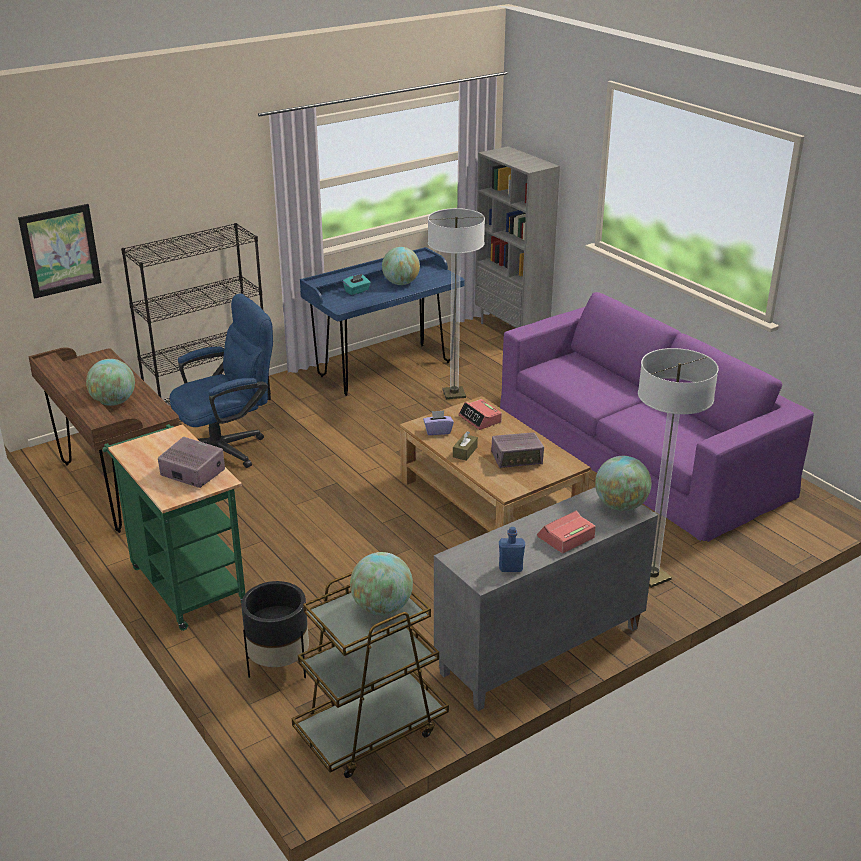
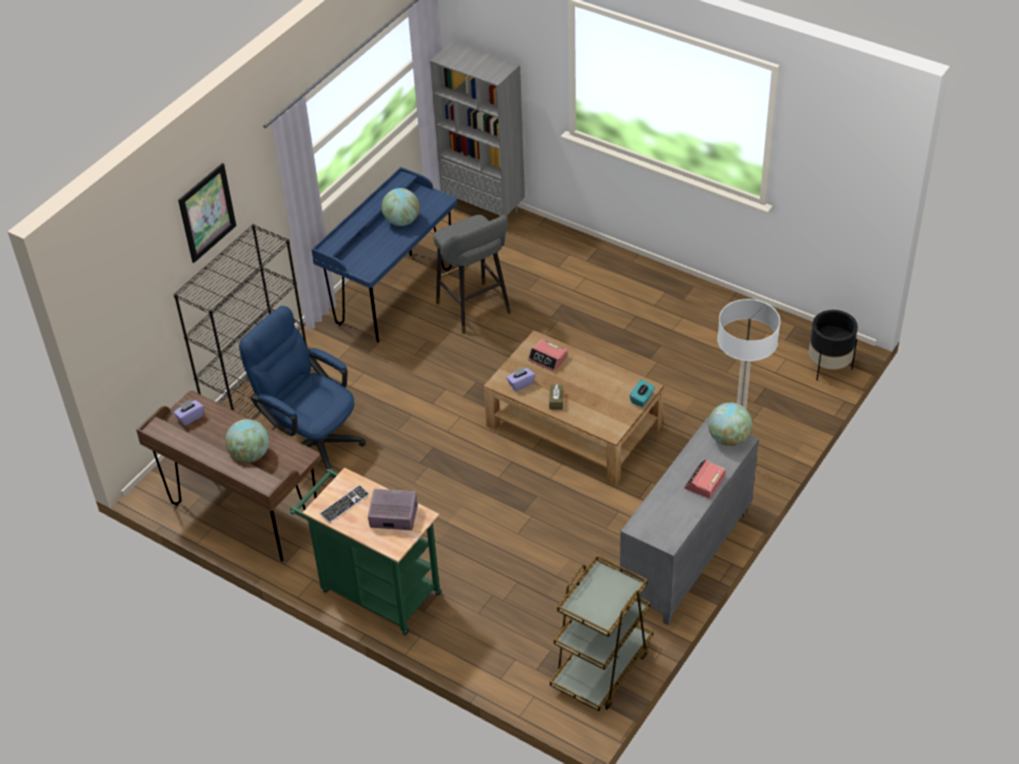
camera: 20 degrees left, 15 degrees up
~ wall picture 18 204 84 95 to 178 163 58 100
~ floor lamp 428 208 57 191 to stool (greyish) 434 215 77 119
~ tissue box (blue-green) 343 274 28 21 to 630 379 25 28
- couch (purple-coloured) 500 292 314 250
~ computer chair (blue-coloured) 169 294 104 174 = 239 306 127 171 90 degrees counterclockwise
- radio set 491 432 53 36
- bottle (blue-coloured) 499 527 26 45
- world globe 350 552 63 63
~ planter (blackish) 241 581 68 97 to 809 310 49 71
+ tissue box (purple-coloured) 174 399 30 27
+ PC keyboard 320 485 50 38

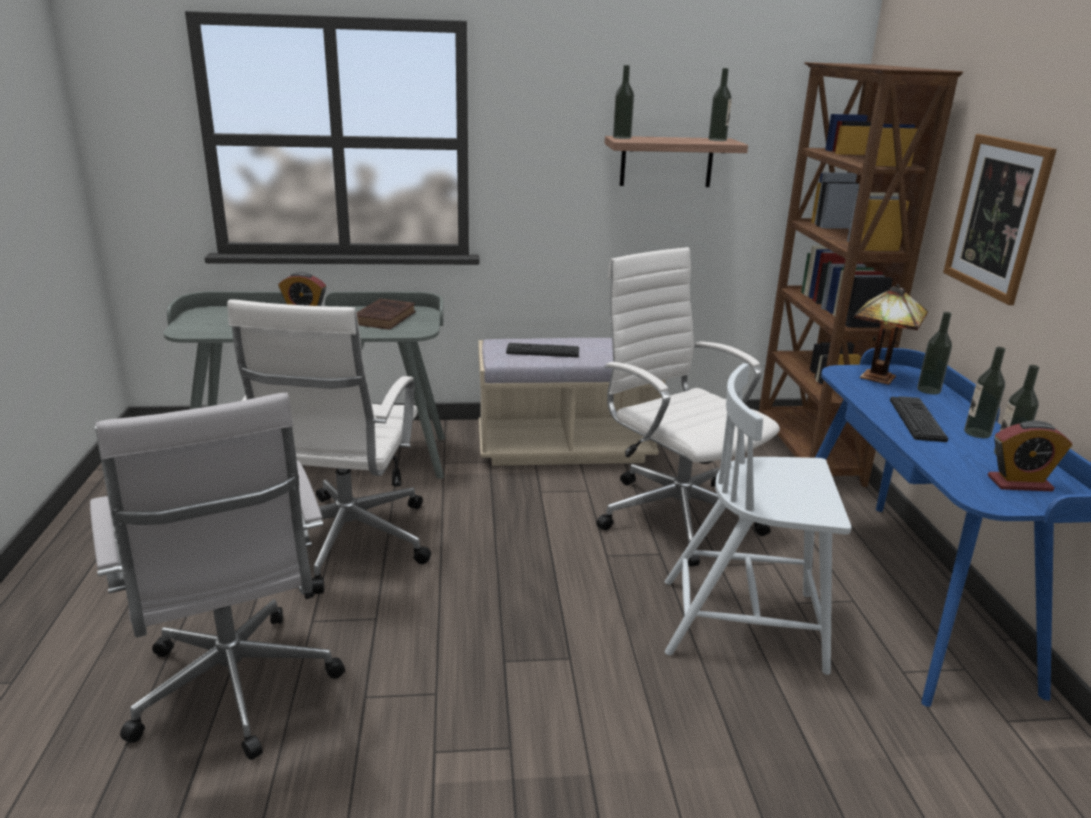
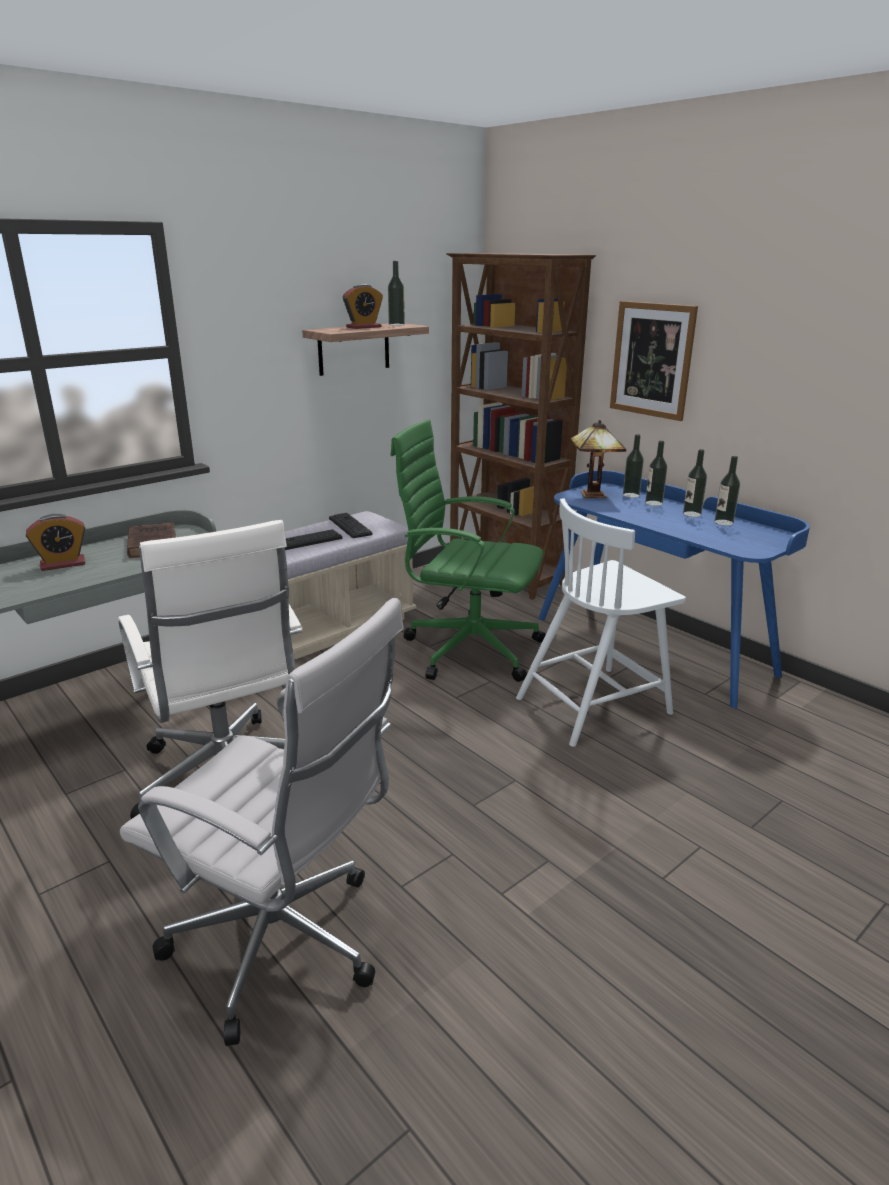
camera: 35 degrees left, 0 degrees up
~ bottle 613 65 21 74 to 645 441 22 65
~ computer chair (whitish) 596 247 184 319 to computer chair (green) 391 419 155 263
~ PC keyboard 890 396 58 46 to 329 513 44 25
~ table clock 988 420 85 71 to 343 284 40 45

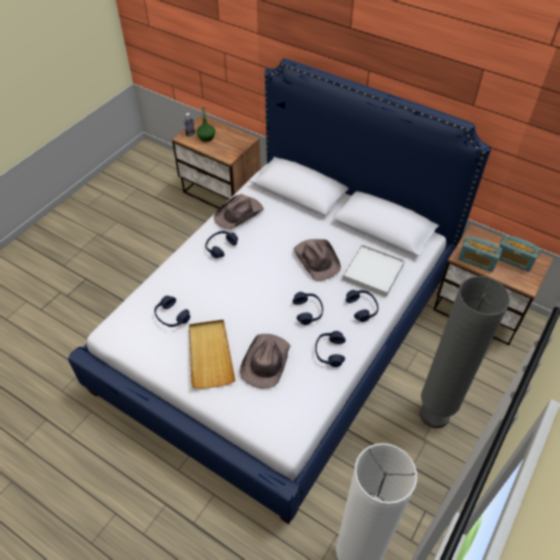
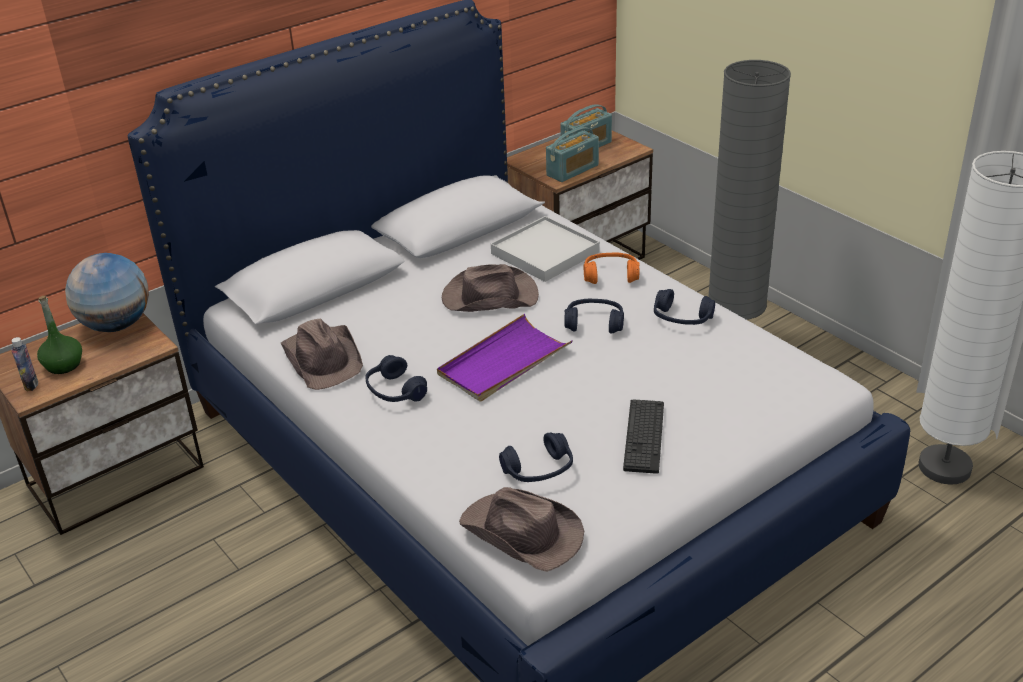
camera: 70 degrees left, 15 degrees down
~ headphones (blue-coloured) 346 290 33 32 to headphones (orange) 584 253 56 31
~ carrying tray (beige-coloured) 189 319 46 70 to PC keyboard 623 399 41 75
~ clothing hat (brown-coloured) 240 334 51 54 to 459 487 125 85
+ world globe 65 253 84 79
+ carrying tray (purple-coloured) 437 314 136 88

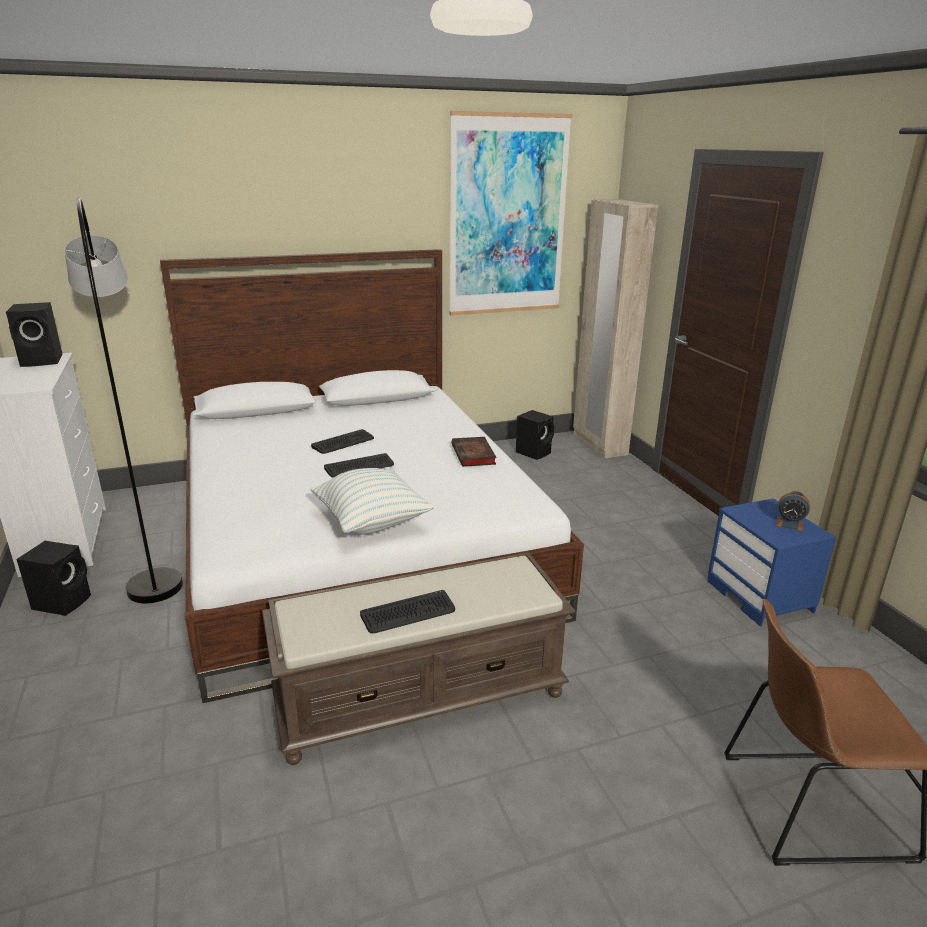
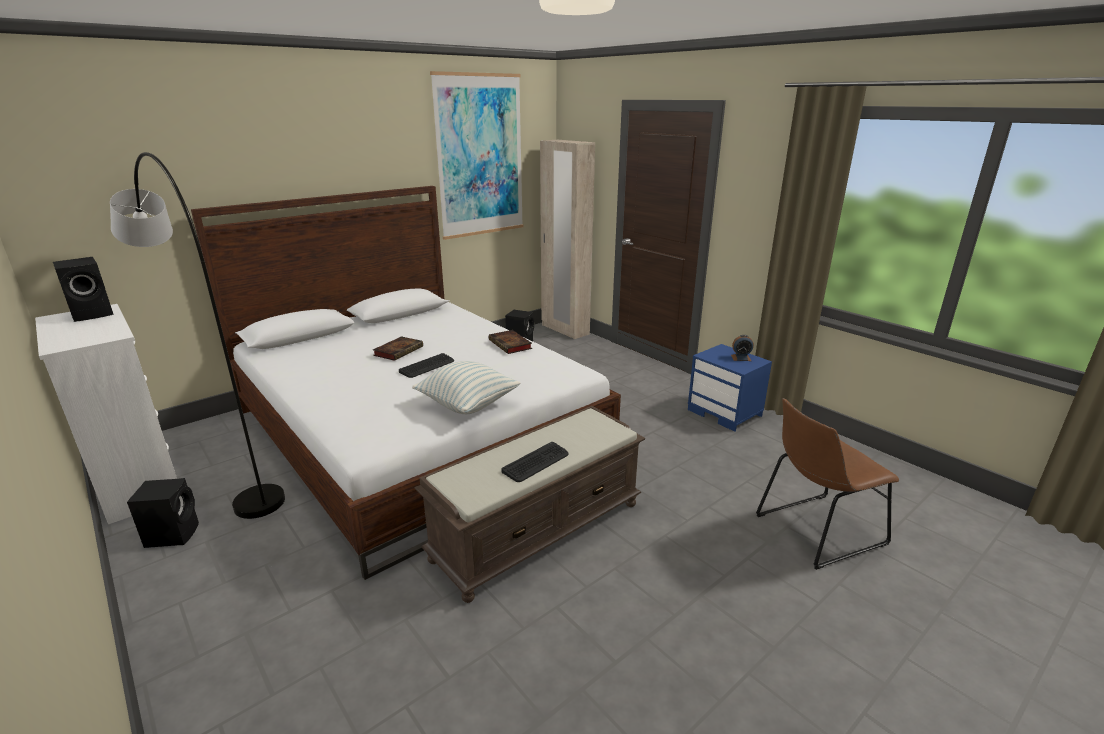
camera: 20 degrees left, 0 degrees up
~ PC keyboard 311 429 63 25 to bound book 373 336 50 25

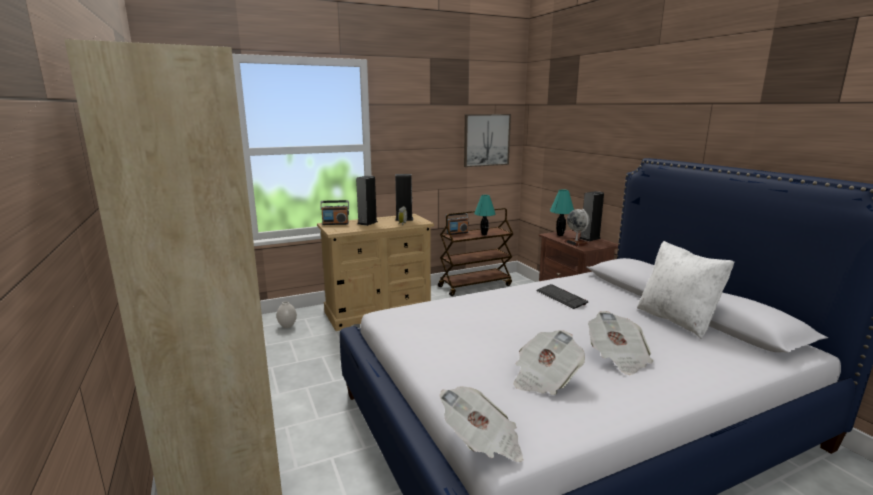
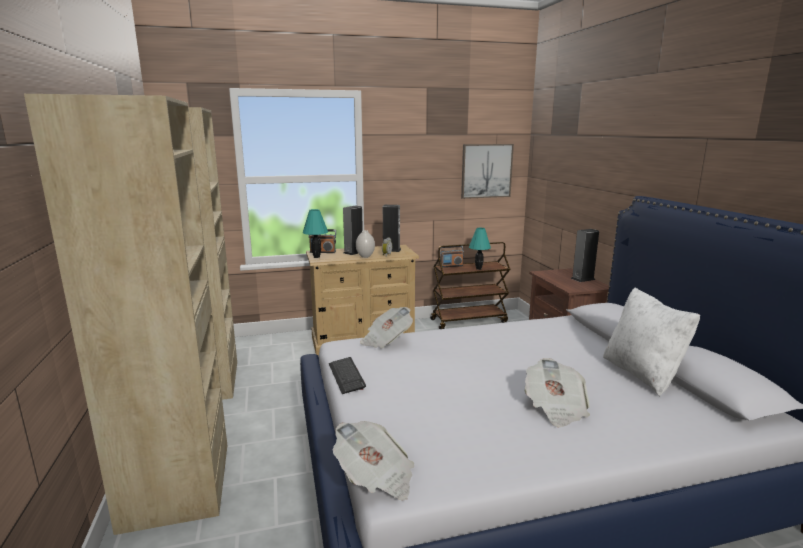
camera: 10 degrees right, 0 degrees up
~ tabletop lamp (blue-green) 550 189 24 47 to 303 209 25 49
- world globe 564 209 26 38
~ PC keyboard 536 284 53 25 to 329 357 37 37
~ flower vase (whitish) 277 301 20 27 to 356 230 19 28
~ printed paper 513 330 72 65 to 360 307 53 42

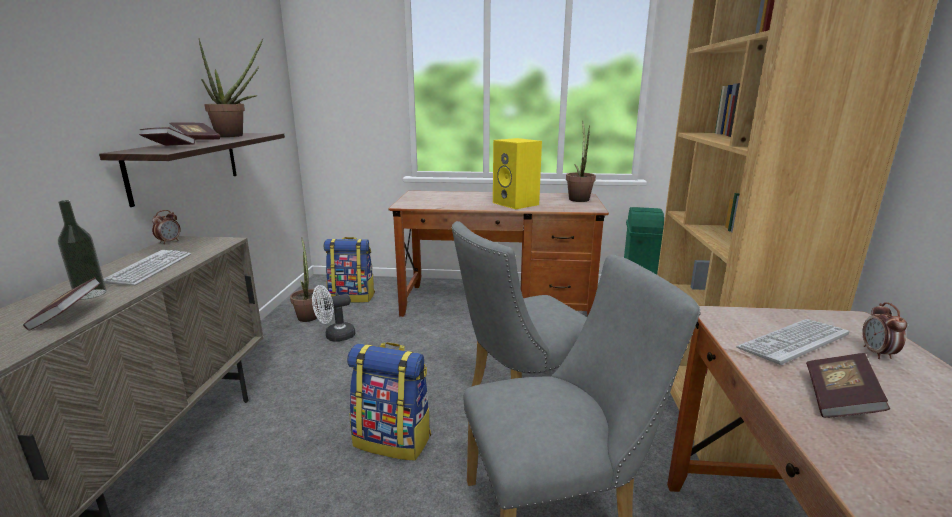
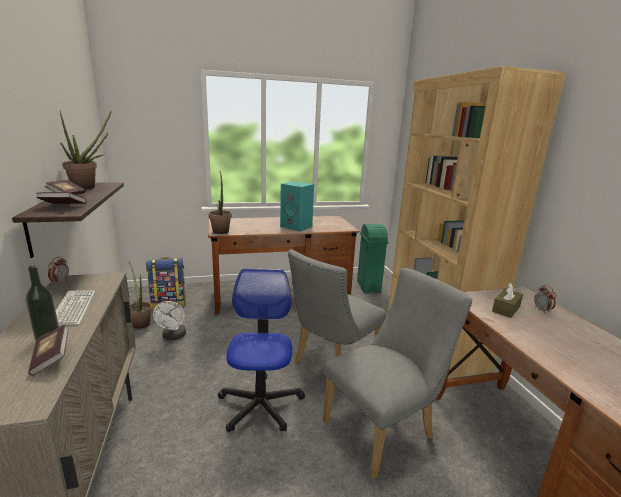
camera: 20 degrees left, 0 degrees up
~ houseplant 566 120 30 82 to 209 171 23 63
~ loudspeaker (yellow) 493 138 49 71 to loudspeaker (blue-green) 280 181 34 51
~ fan (whitish) 312 285 43 57 = 153 301 33 39 45 degrees counterclockwise
~ PC keyboard 736 319 113 46 to tissue box (brown-coloured) 492 283 31 35
~ backpack 347 342 84 119 to computer chair 218 268 87 165
- bound book 806 353 84 65

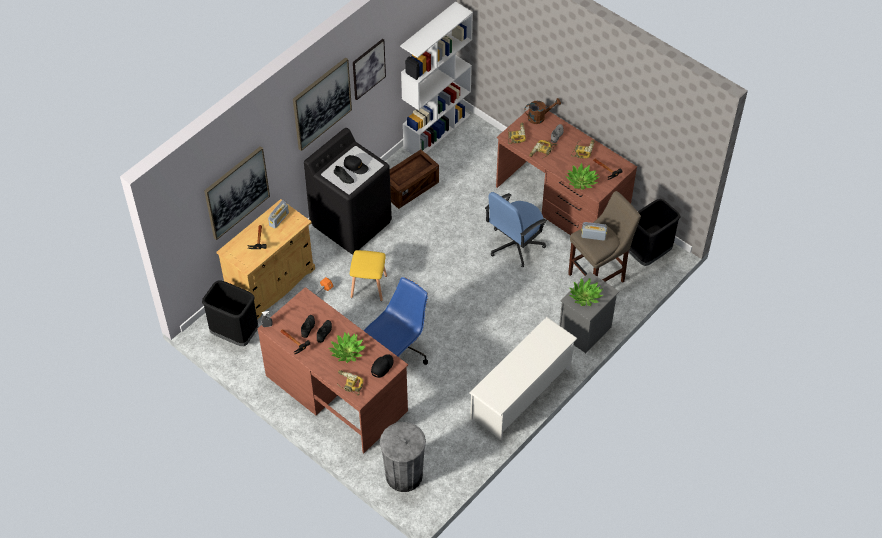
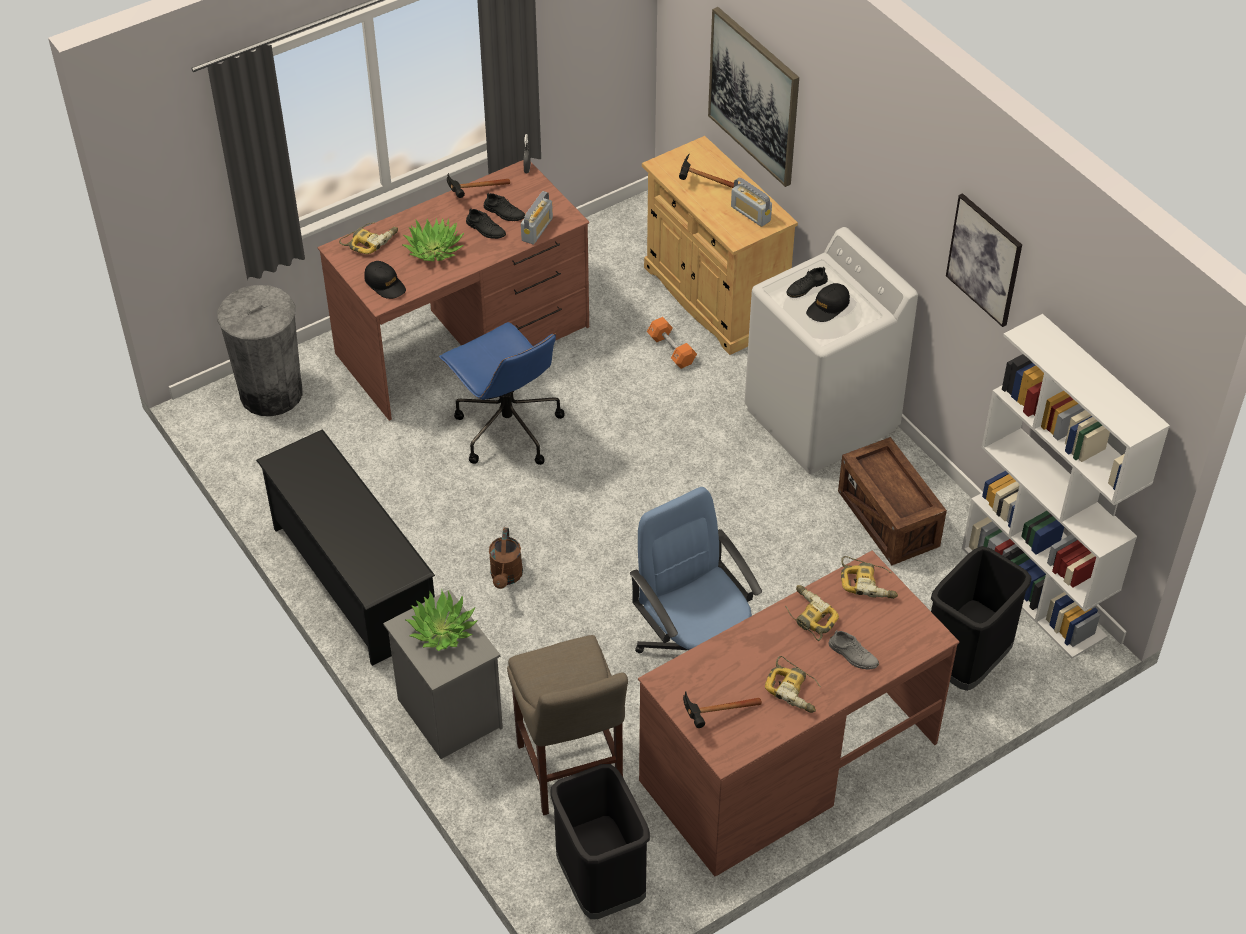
camera: 105 degrees right, 5 degrees down
- wall picture 293 57 59 94
~ sprinkling can (brown-coloured) 524 98 37 26 to 489 528 34 61
~ washing machine (blackish) 304 128 88 127 to washing machine (whitish) 745 227 173 247
- houseplant 566 163 34 27
~ radio set 581 222 26 19 to 521 191 32 53
- stool (yellow) 350 250 37 51
~ waste bin (blackish) 202 280 56 66 to 931 546 101 145
~ shoe stand (whitish) 470 317 108 123 to shoe stand (blackish) 256 429 179 237

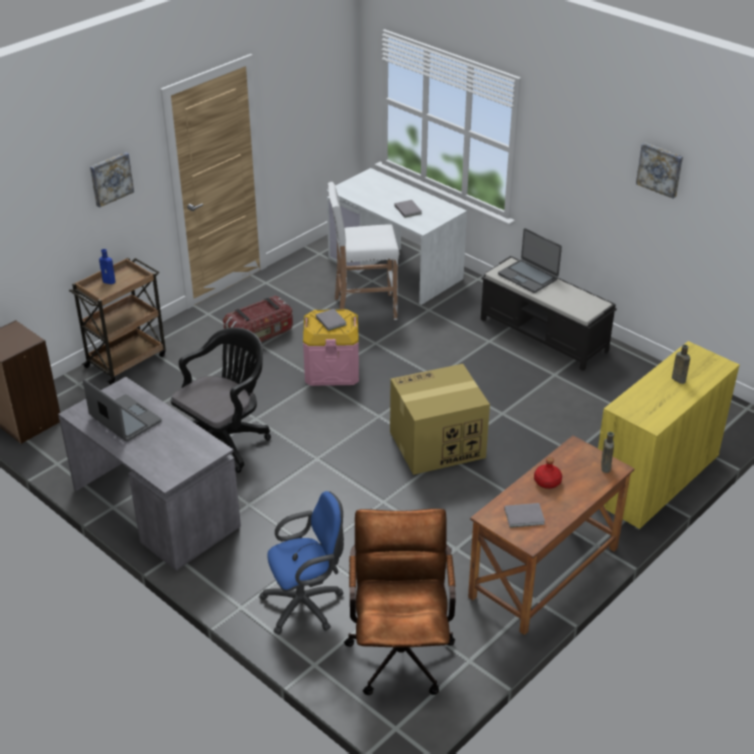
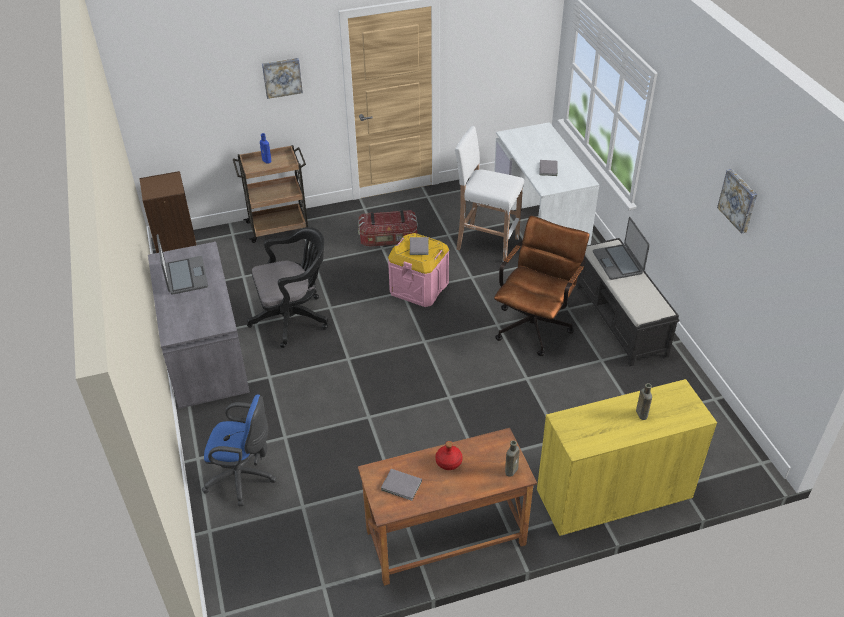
camera: 30 degrees right, 5 degrees up
- carton 390 364 100 111
~ computer chair (brown-coloured) 344 509 112 186 to 494 216 96 140

